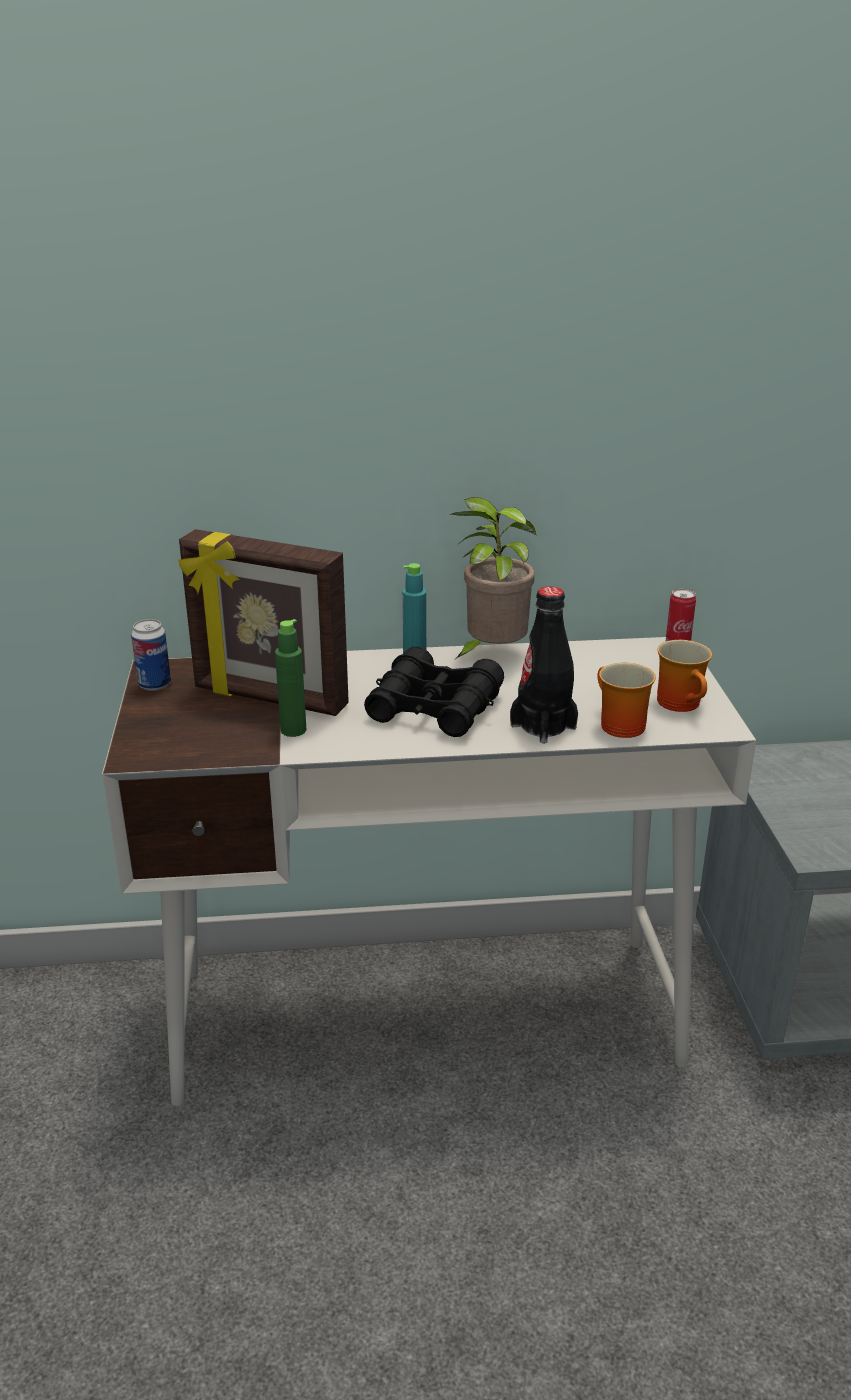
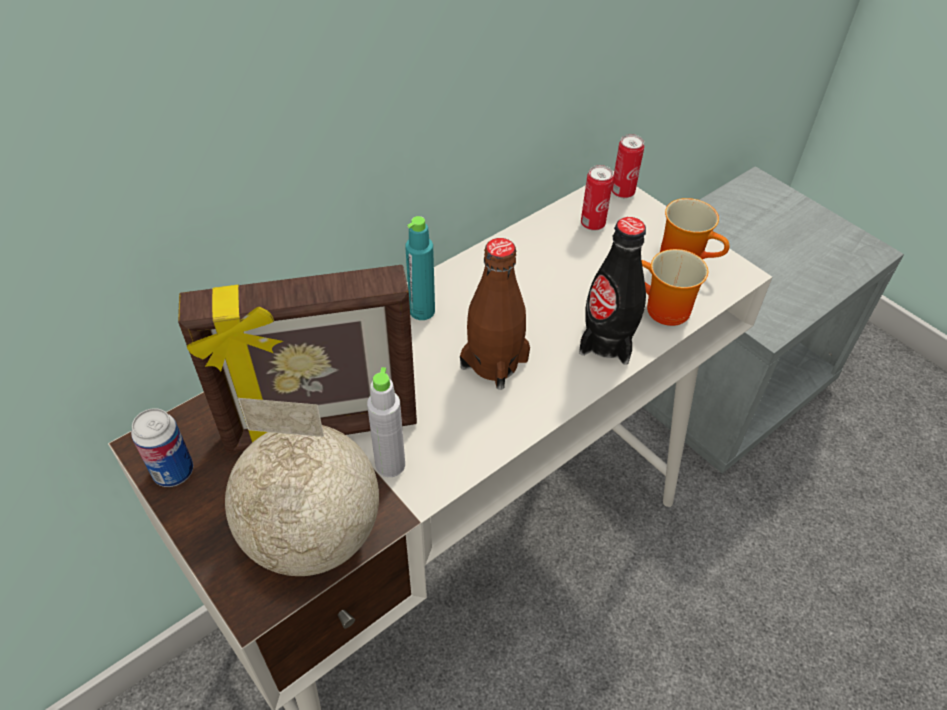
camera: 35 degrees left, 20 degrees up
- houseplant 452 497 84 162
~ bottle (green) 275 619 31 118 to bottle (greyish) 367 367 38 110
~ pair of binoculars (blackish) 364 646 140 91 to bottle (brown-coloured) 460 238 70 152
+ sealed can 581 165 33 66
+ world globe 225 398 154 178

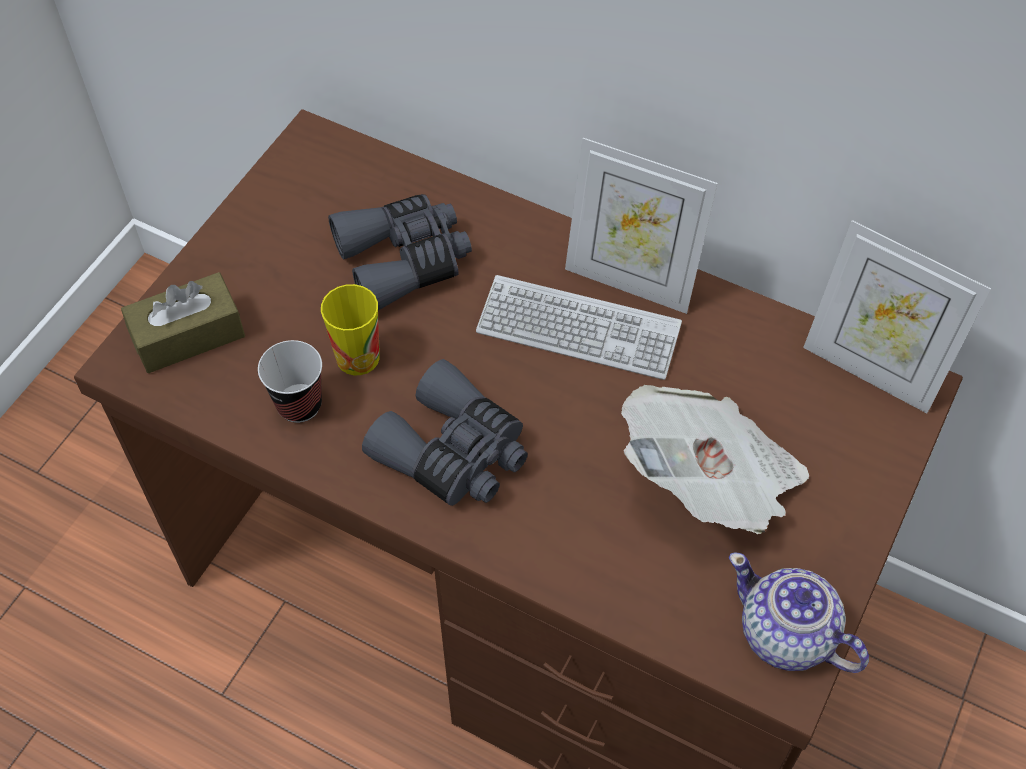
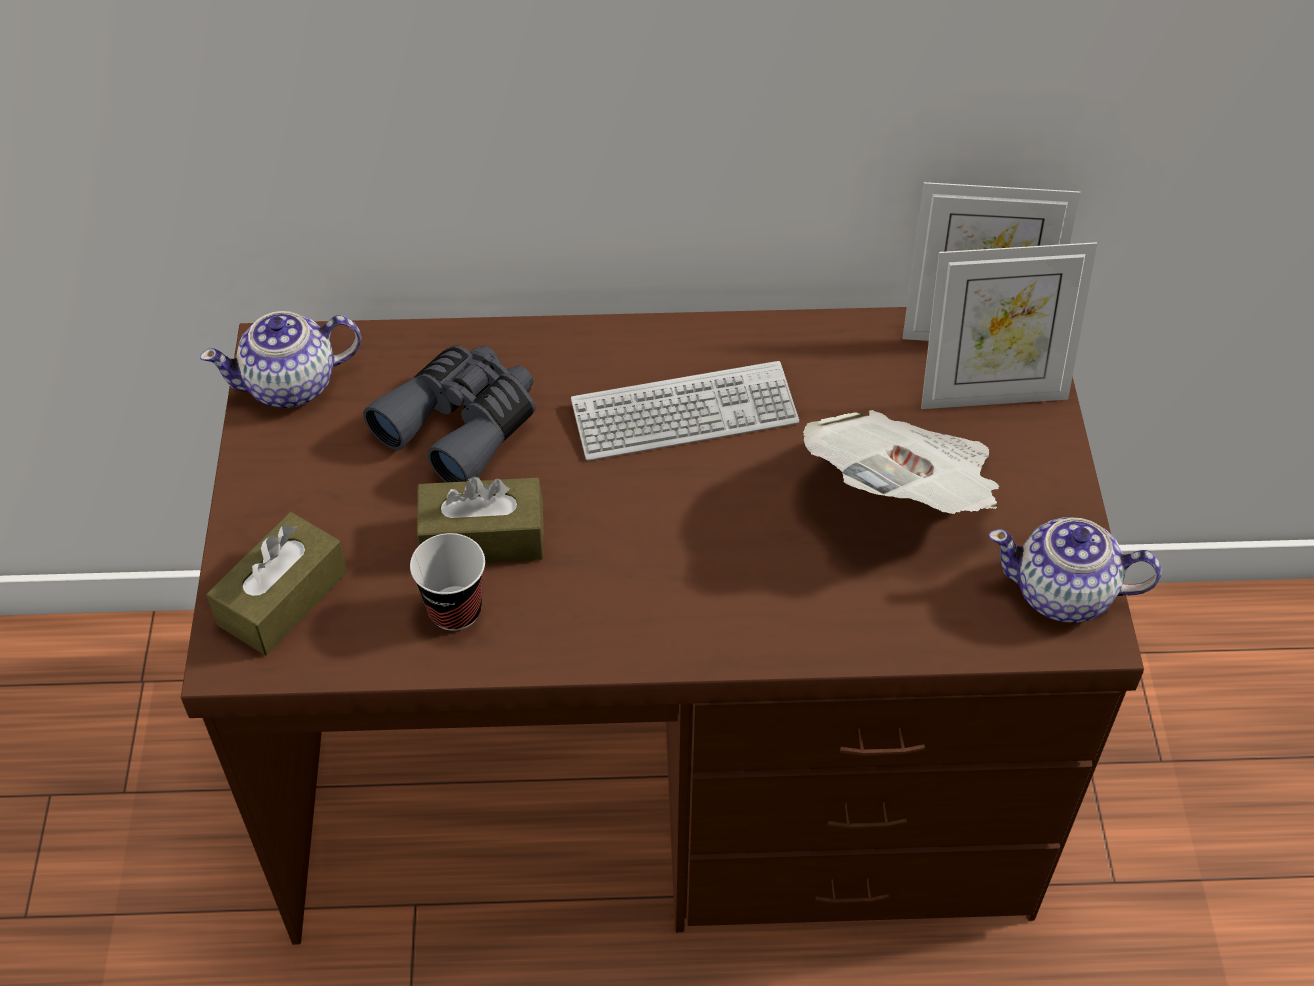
camera: 30 degrees left, 5 degrees down
~ photo frame 565 138 153 176 to 921 242 176 167
~ small cup 321 284 59 91 to tissue box (brown-coloured) 417 476 127 87
- pair of binoculars (greyish) 362 359 166 147
+ tea pot 200 311 161 97

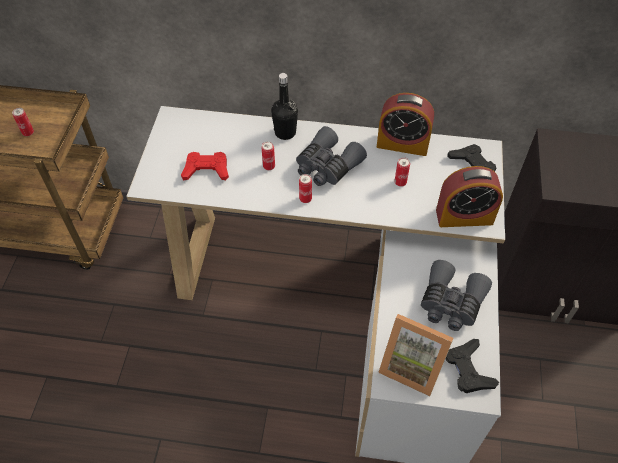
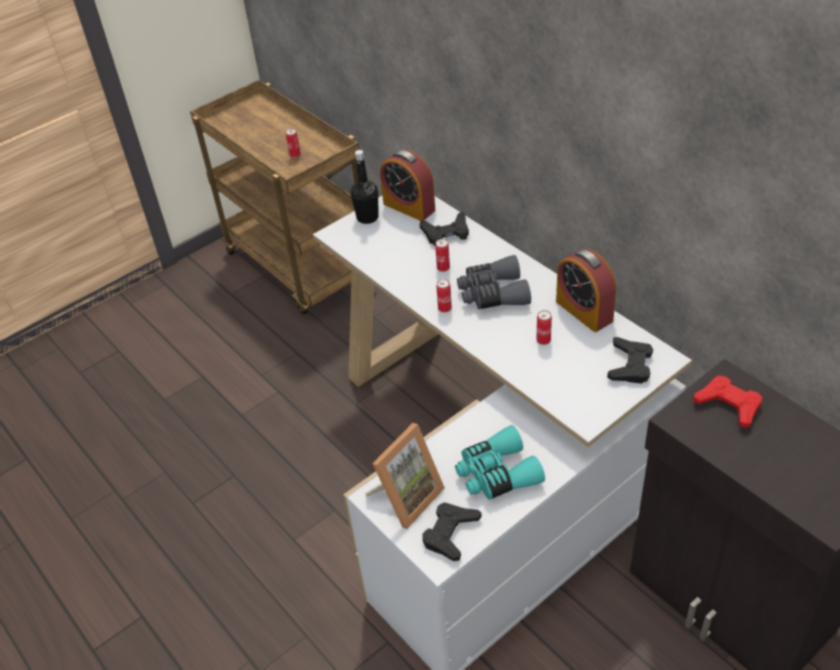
camera: 45 degrees right, 10 degrees down
~ bottle (blackish) 271 73 27 67 to 351 150 28 74
~ game controller (reddish) 181 152 48 28 to 694 375 68 53
~ table clock 436 166 67 61 to 380 150 55 71
~ pair of binoculars (greyish) 421 260 71 71 to pair of binoculars (blue-green) 455 425 90 75
~ photo frame 378 314 75 82 = 365 423 80 106 120 degrees counterclockwise
+ game controller (blackish) 420 211 49 35

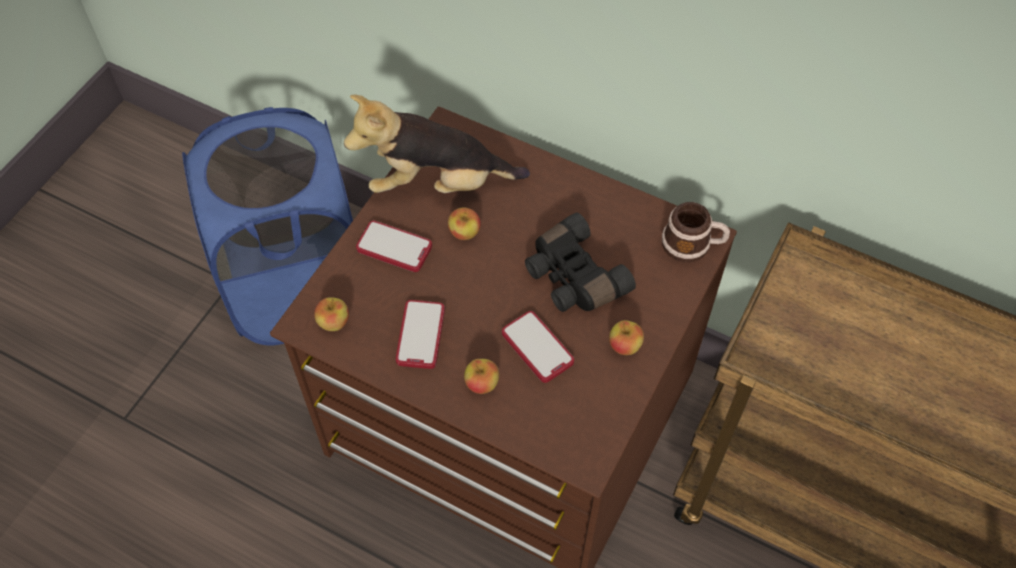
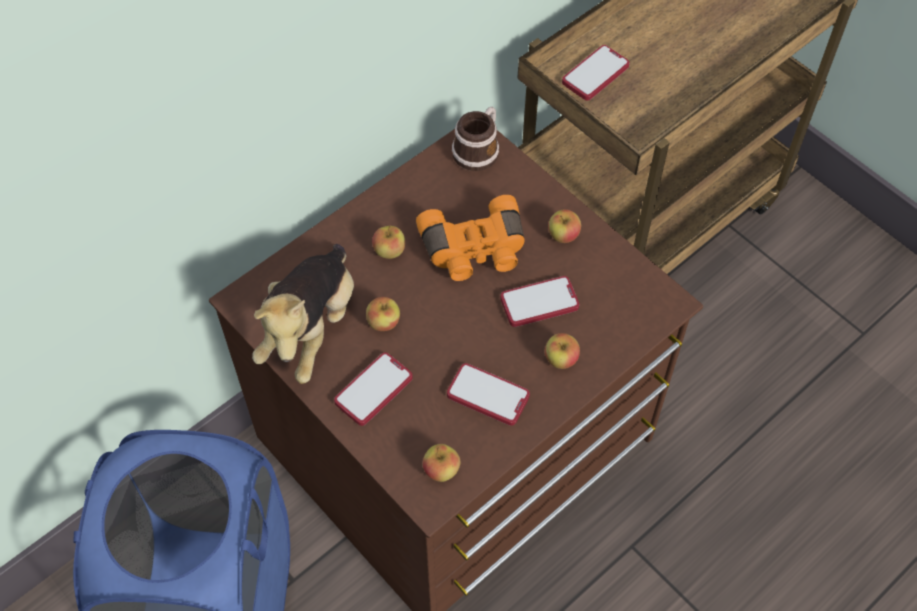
camera: 70 degrees left, 0 degrees up
~ pair of binoculars (blackish) 525 212 111 100 to pair of binoculars (orange) 416 195 109 86
+ phone 562 45 68 55
+ apple fruit 372 225 33 34

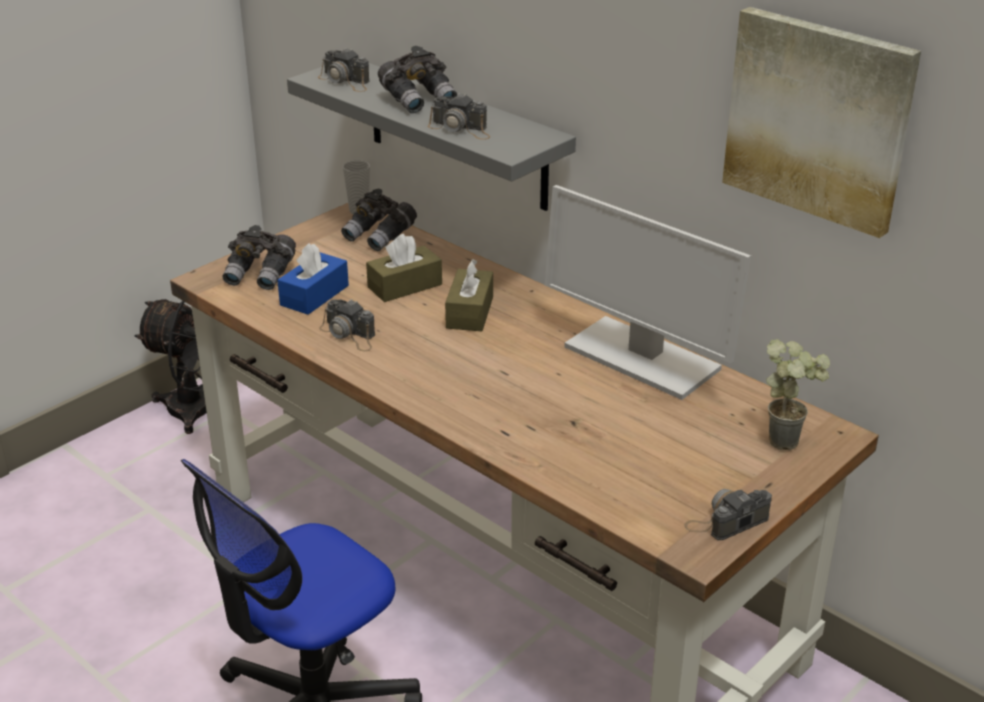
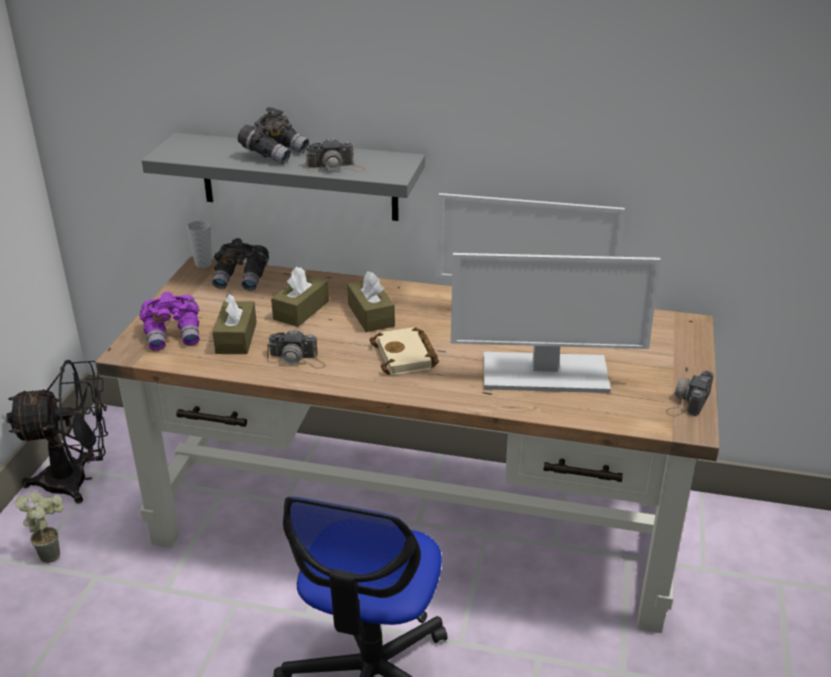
camera: 30 degrees left, 0 degrees up
- wall picture 722 7 199 231
- still camera 318 48 52 44
~ pair of binoculars (greyish) 222 225 74 65 to pair of binoculars (purple-coloured) 139 292 60 58
~ tissue box (blue-coloured) 277 243 72 72 to tissue box (brown-coloured) 213 293 44 61
~ houseplant 766 339 64 111 to 15 492 50 71
+ monitor 451 253 210 140
+ bound book (beige-coloured) 370 327 69 49

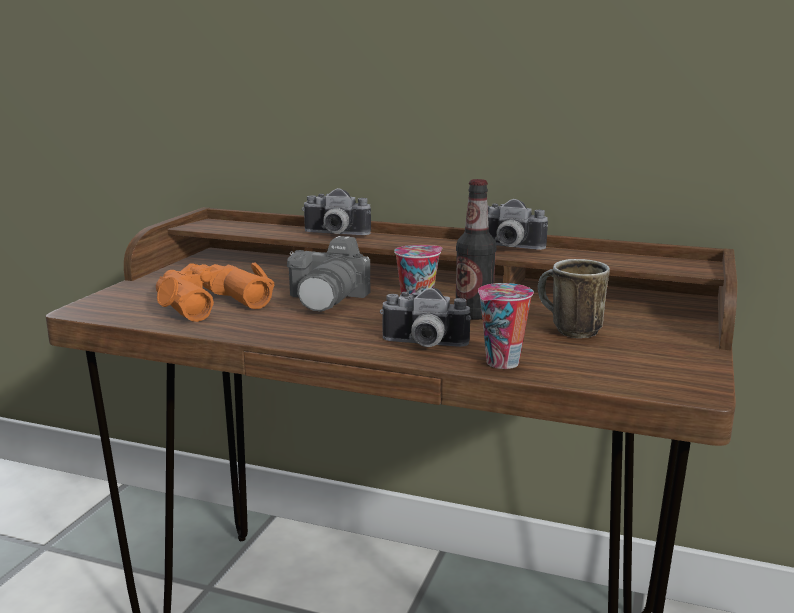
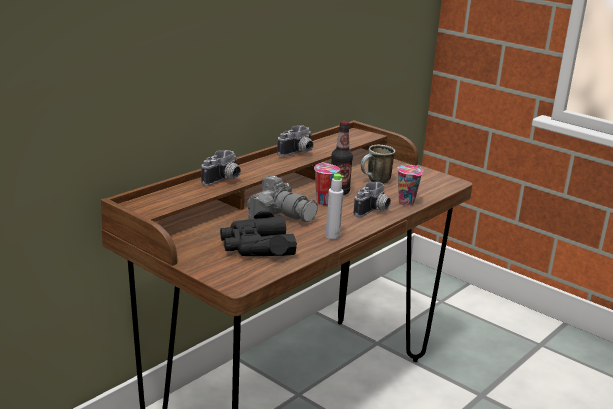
camera: 70 degrees left, 5 degrees up
~ pair of binoculars (orange) 156 262 118 60 to pair of binoculars (blackish) 220 211 77 45
+ bottle (greyish) 325 173 19 67

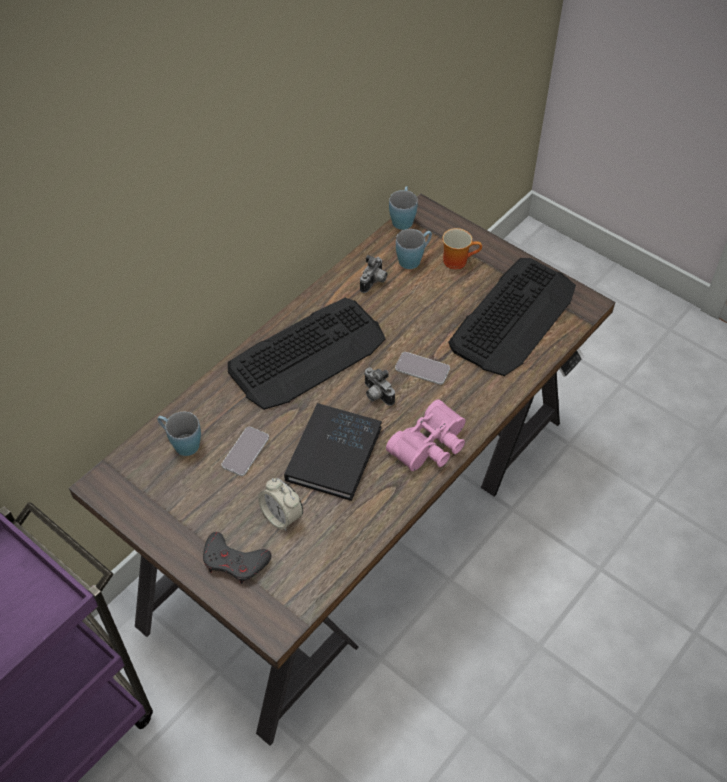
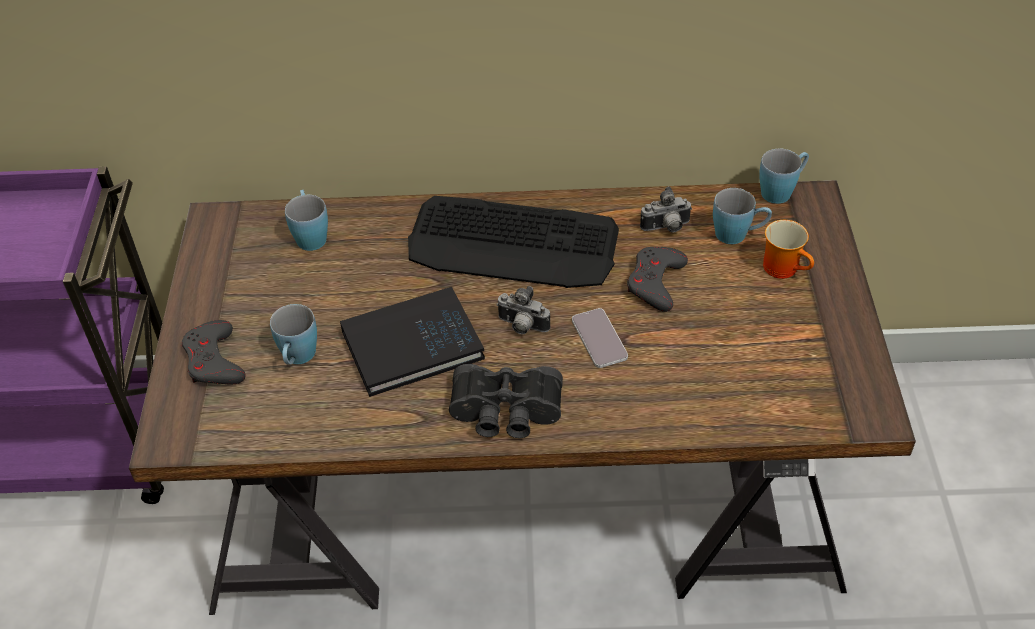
camera: 50 degrees right, 5 degrees down
- PC keyboard 448 258 128 118
~ still camera 364 367 31 39 = 496 286 54 48 75 degrees counterclockwise
~ pair of binoculars (pinkish) 386 399 80 72 to pair of binoculars (blackish) 449 364 114 74
- phone 221 427 48 49
~ table clock 258 478 45 53 to mug (blue-coloured) 270 304 47 60
+ game controller (greyish) 627 247 61 65

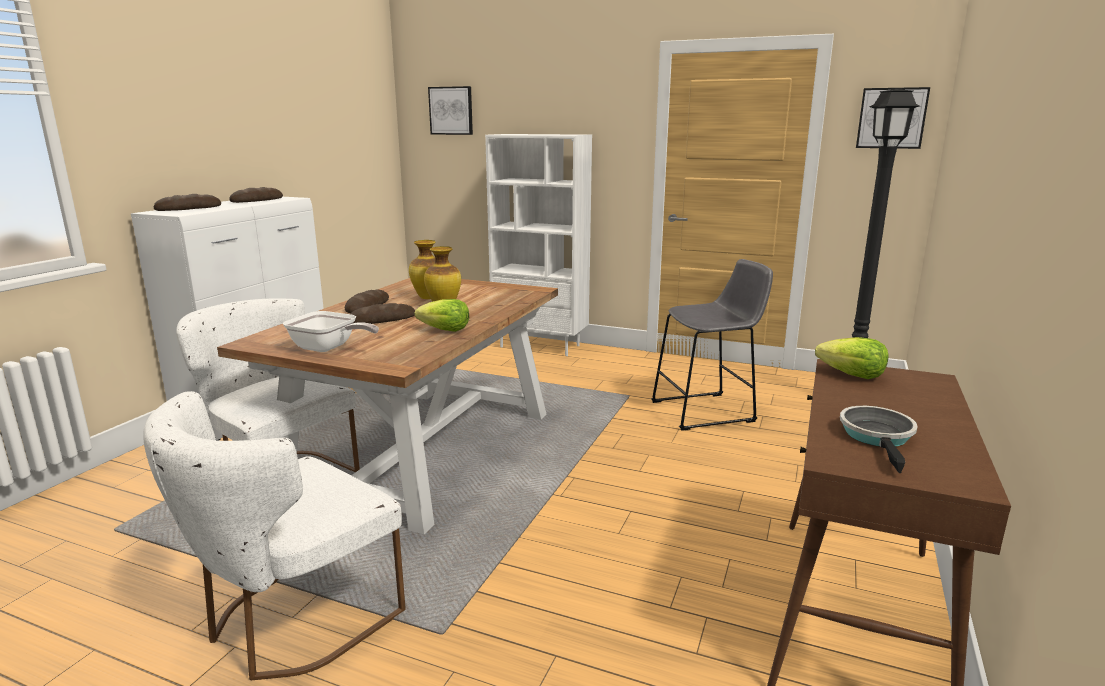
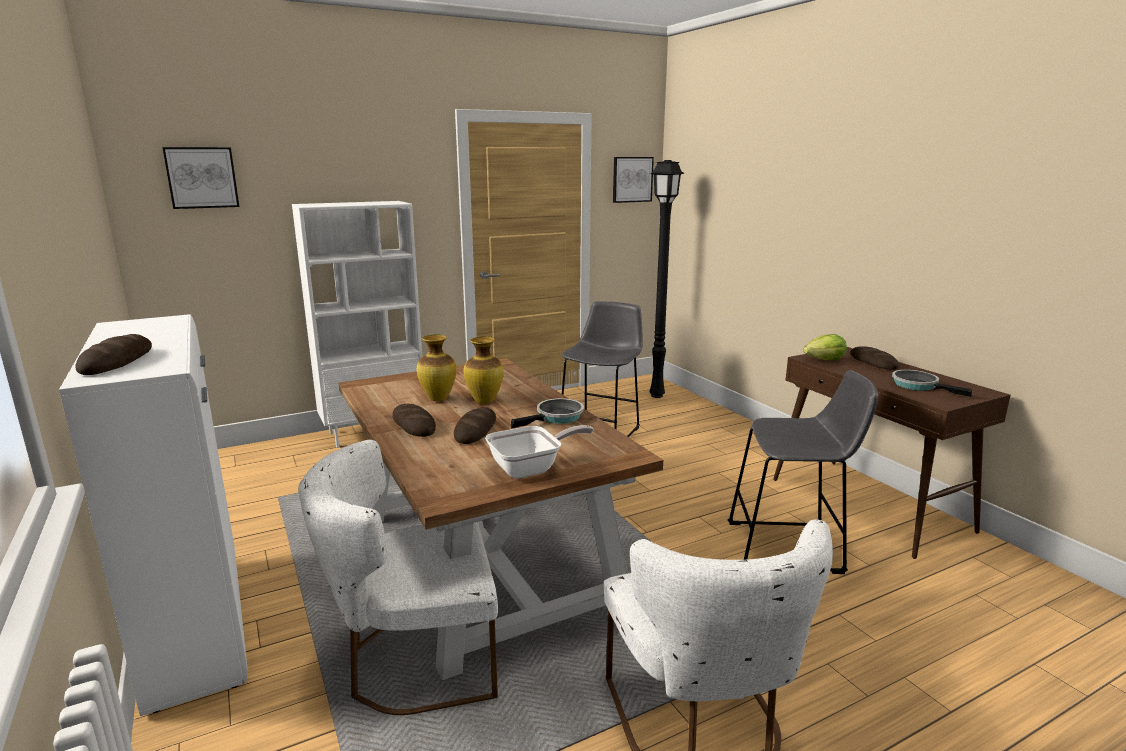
camera: 50 degrees left, 0 degrees up
~ baked bread 229 187 54 16 to 850 346 49 24
~ lettuce head 415 299 54 33 to skillet 511 398 73 30
+ stool (greyish) 728 370 151 204

